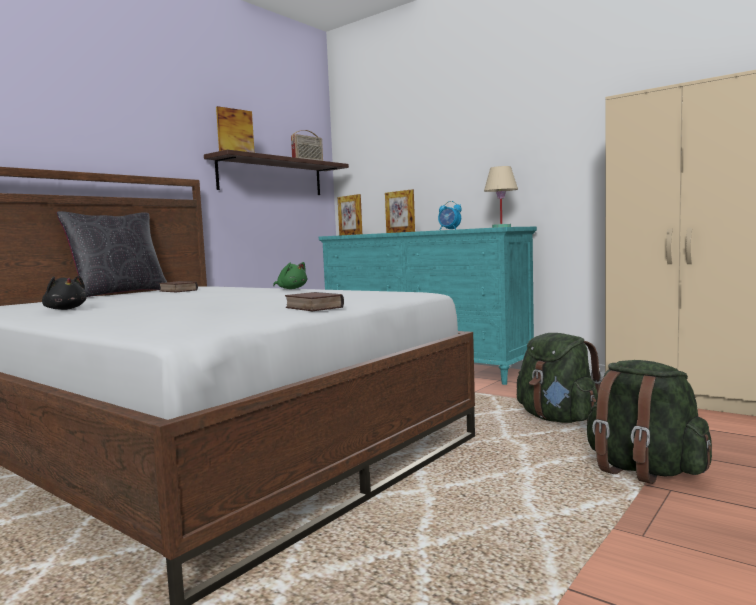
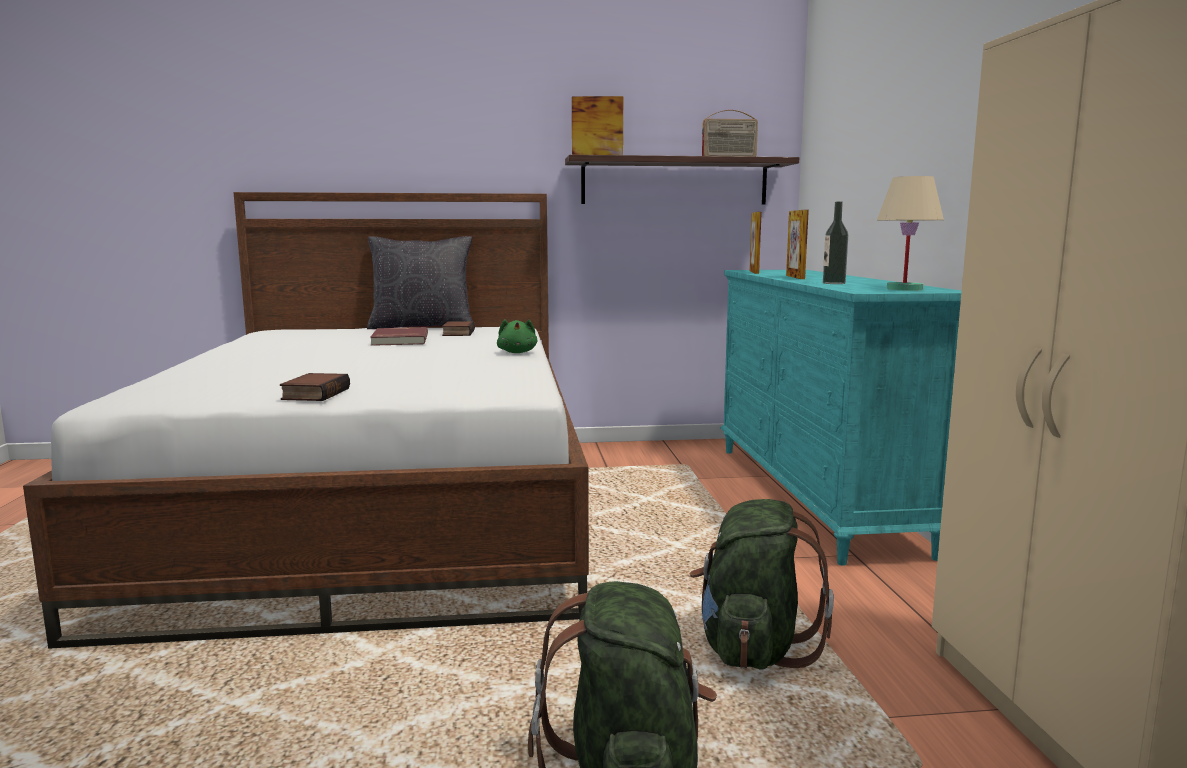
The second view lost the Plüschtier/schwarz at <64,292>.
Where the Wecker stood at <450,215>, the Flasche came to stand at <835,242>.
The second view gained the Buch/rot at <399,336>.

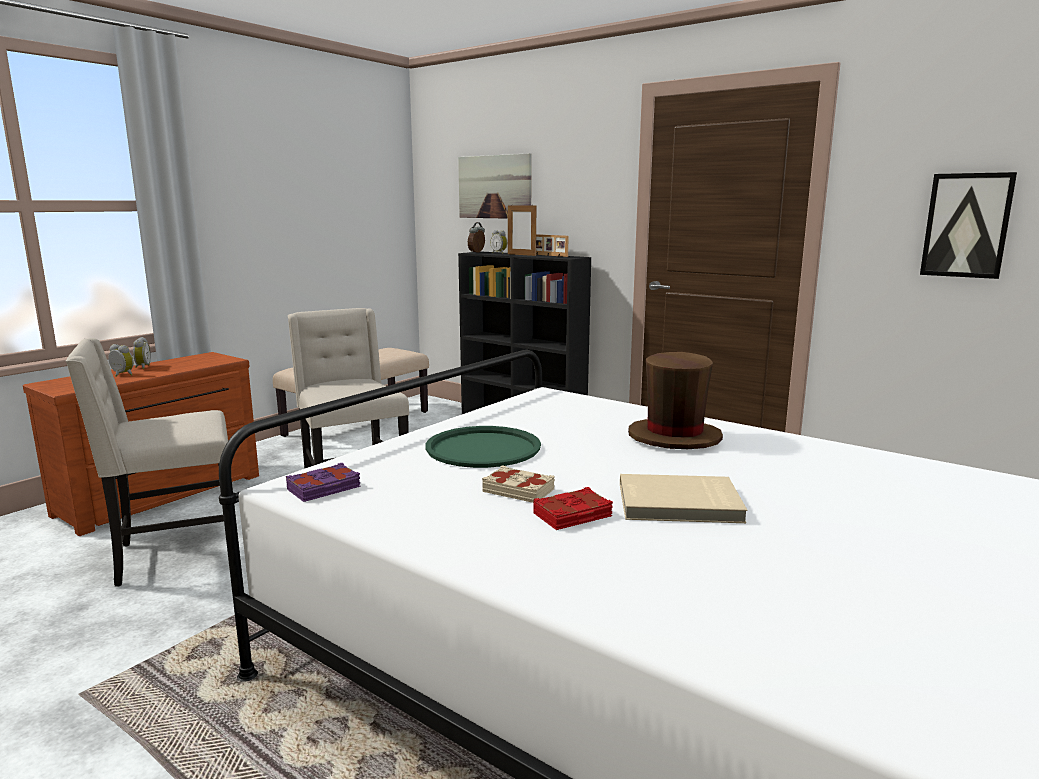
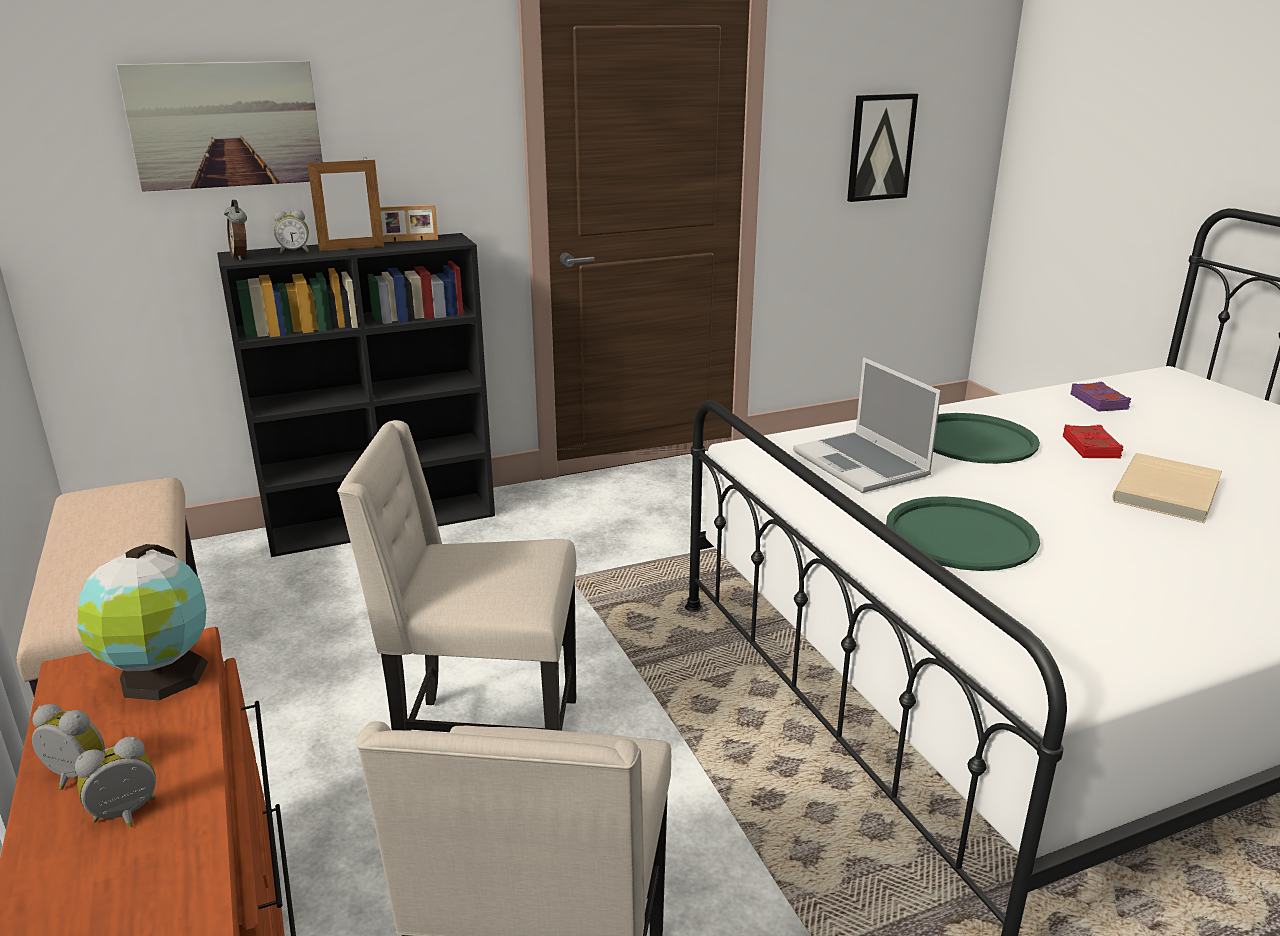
The Buch/lila ended up elsewhere, having gone from <323,482> to <1101,397>.
The second view lost the Buch/beige at <518,484>.
The Buch/rot ended up elsewhere, having gone from <573,508> to <1093,441>.
Where the Hut/braun stood at <675,400>, the Tablett/grün came to stand at <986,438>.
The second view gained the Globus at <142,622>.
The second view gained the Laptop at <867,425>.

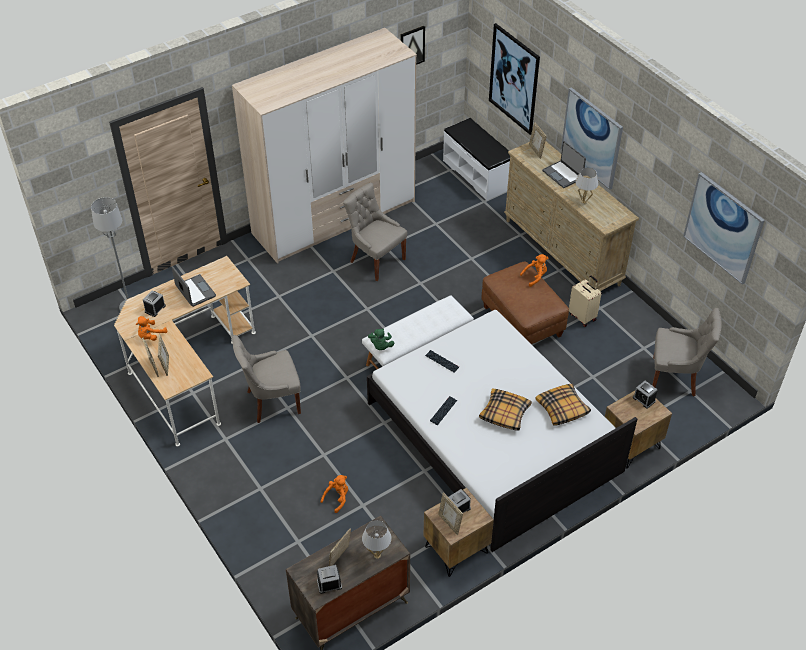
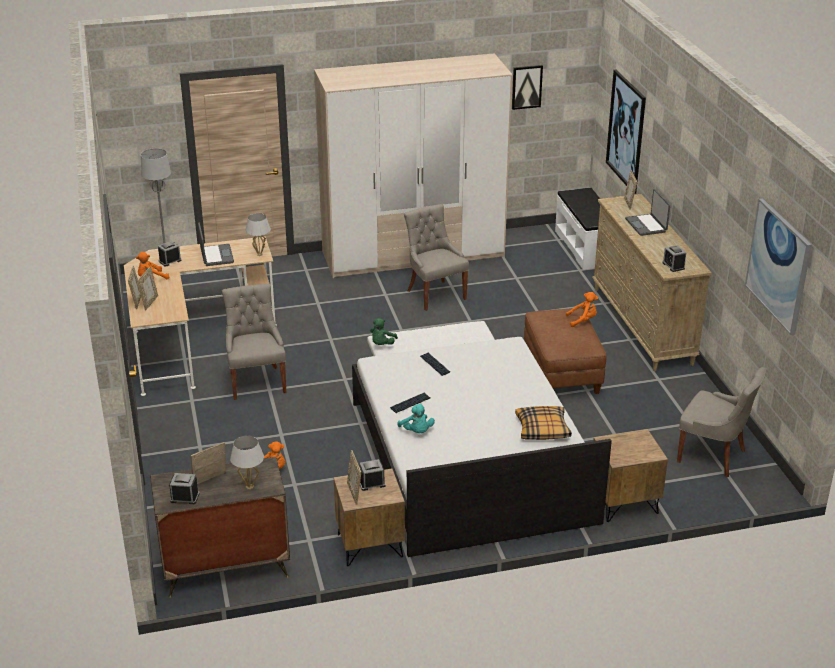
The Stuhl/grau at <266,379> ended up facing another way, 75 degrees clockwise from before.
The second view lost the Kissen at <505,410>.
The second view lost the Bild at <592,138>.
The second view lost the Koffer/beige at <585,301>.
The Tischlampe/weiß ended up elsewhere, having gone from <587,186> to <258,234>.
The Wecker ended up elsewhere, having gone from <645,394> to <674,258>.
The second view gained the Plüschtier/türkis at <416,418>.

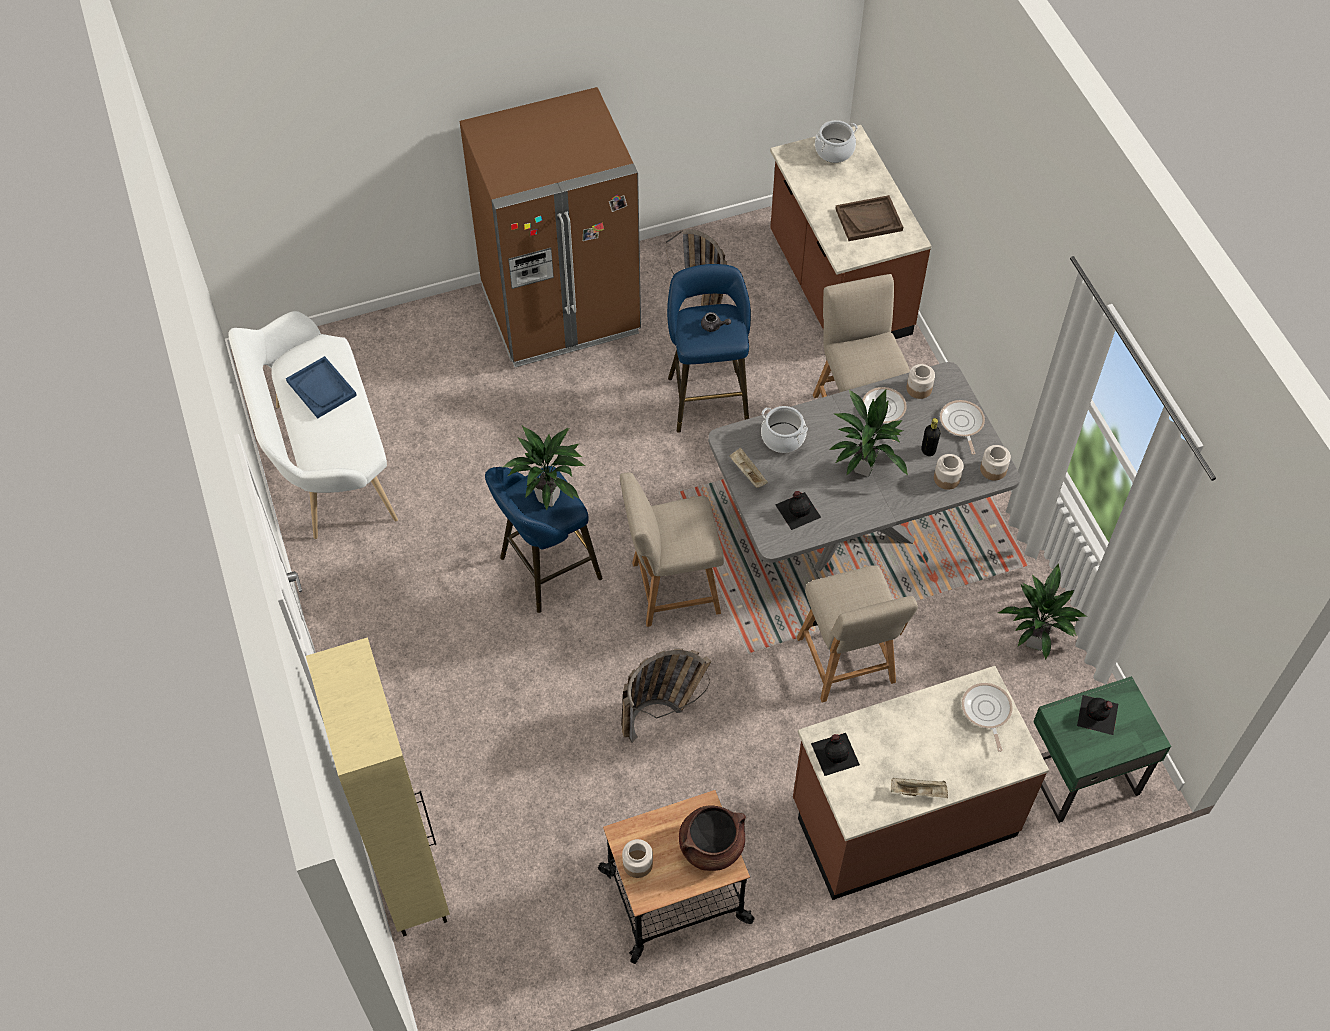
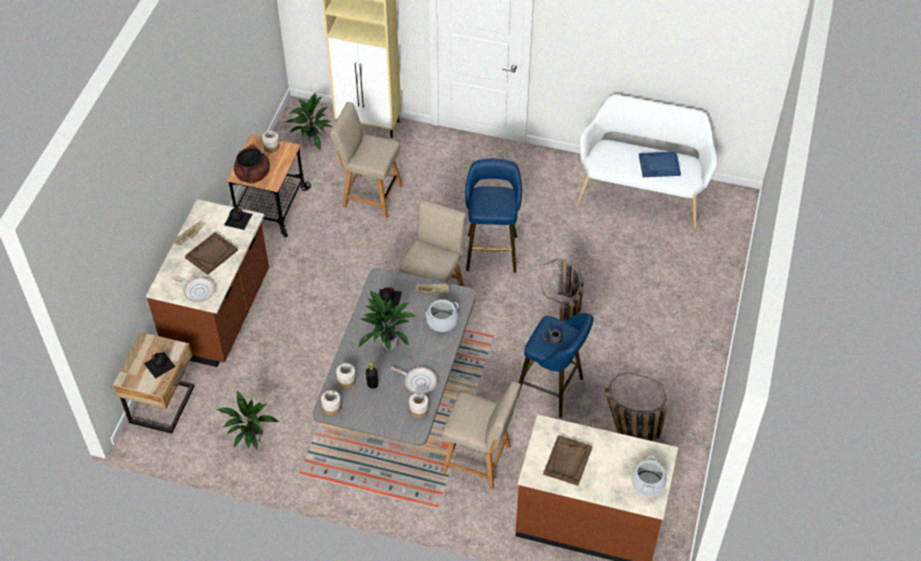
The second view lost the Kühlschrank/braun at <550,227>.
The Topfpflanze ended up elsewhere, having gone from <544,468> to <309,121>.
The Korb ended up elsewhere, having gone from <666,695> to <562,290>.
The Stuhl/beige ended up elsewhere, having gone from <857,634> to <366,160>.
The second view lost the Pfanne at <962,427>.
What was the Nachttisch/grün at <1102,749> turned into the Nachttisch/beige at <153,383>.
The second view gained the Tablett/braun at <211,253>.

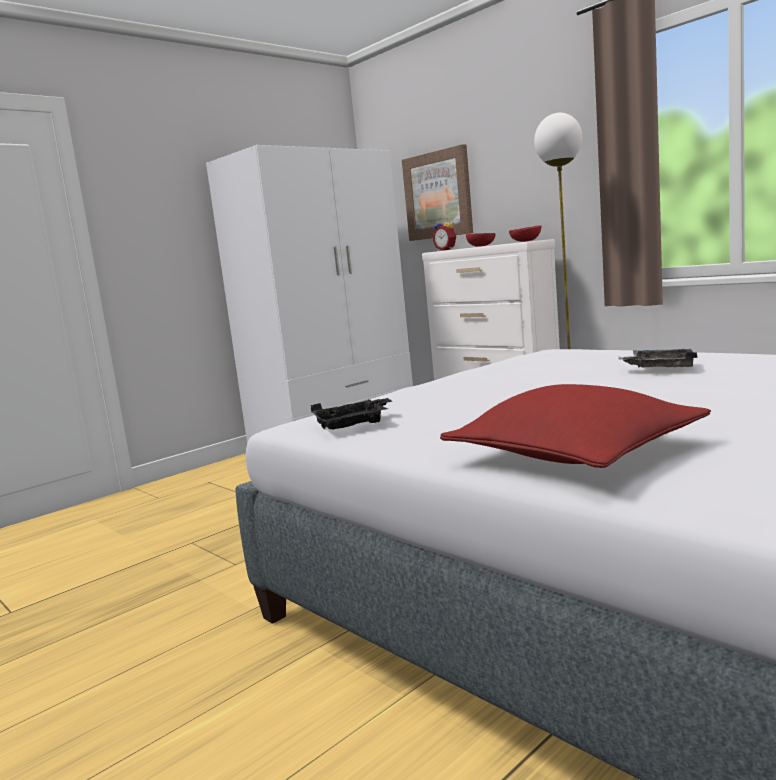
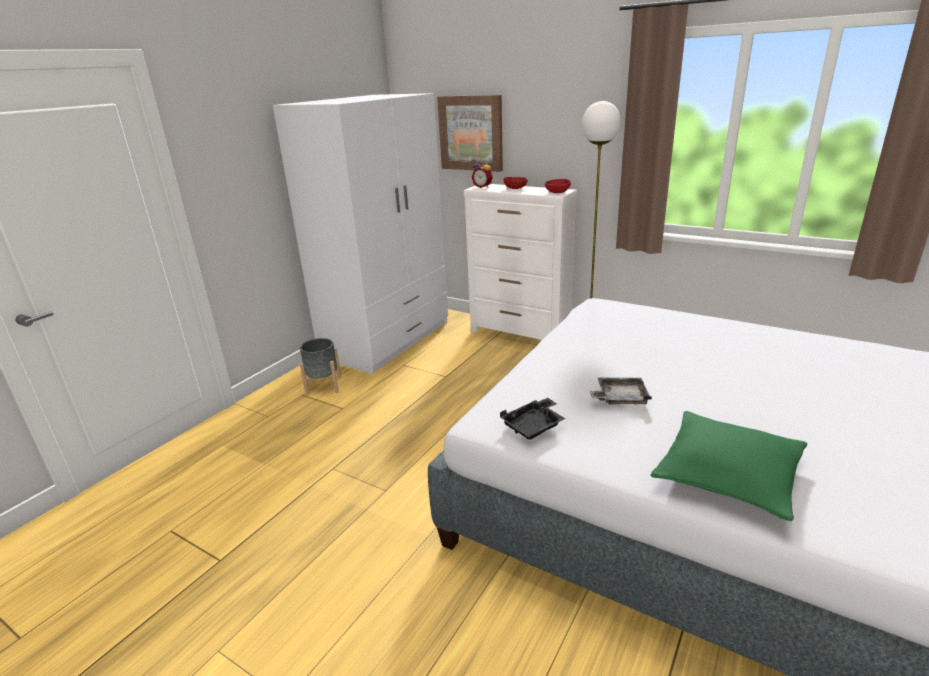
What was the Kissen/rot at <575,426> turned into the Kissen/grün at <728,466>.
The Tablett/grau ended up elsewhere, having gone from <657,358> to <621,391>.
The second view gained the Pflanzkübel/grau at <320,367>.

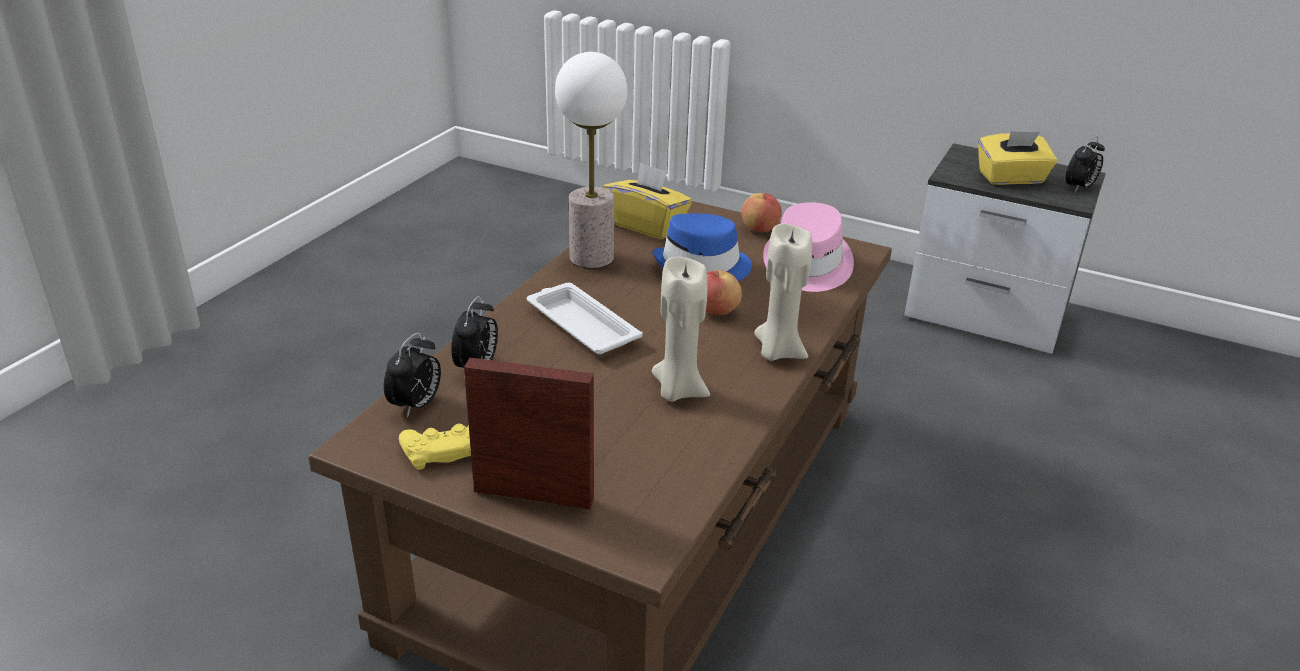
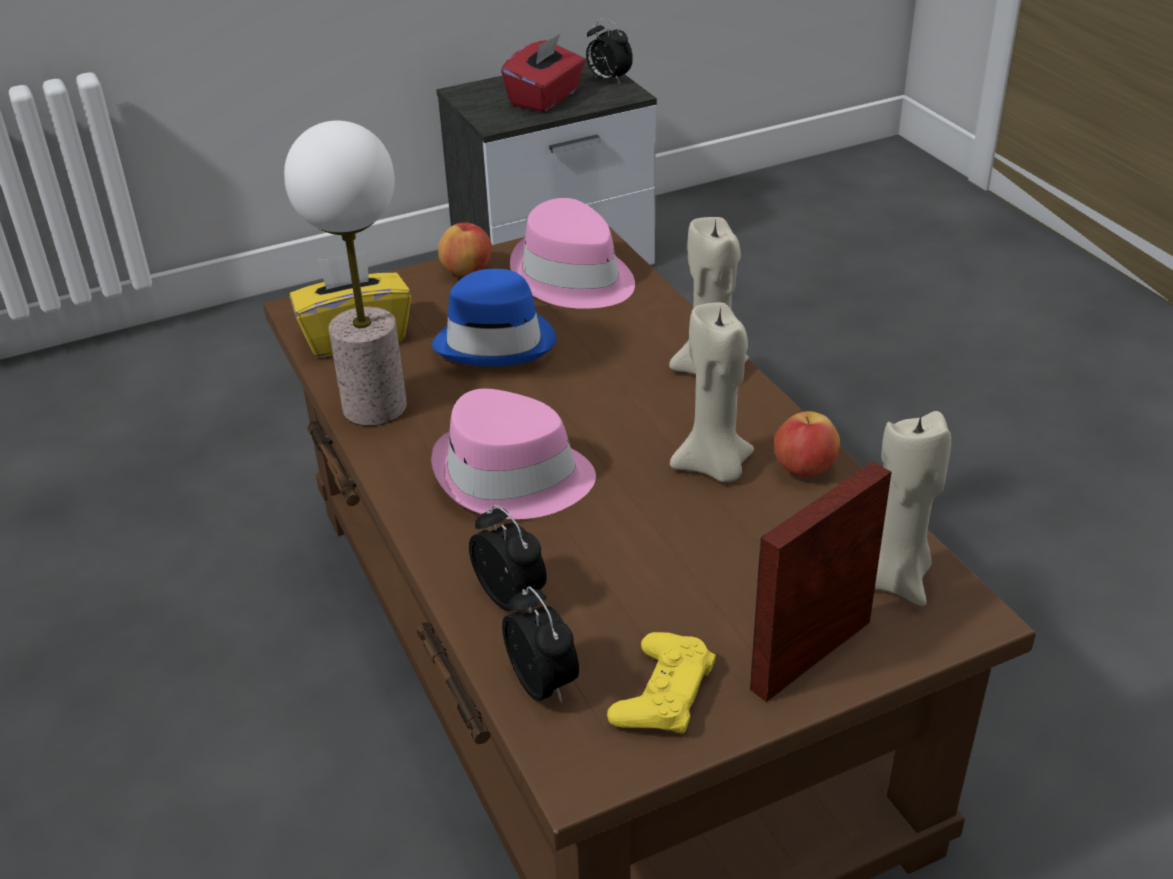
Where the Tablett/weiß stood at <585,318>, the Hut/rosa came to stand at <513,454>.
The Apfel ended up elsewhere, having gone from <724,292> to <807,444>.
What was the Taschentuchbox/gelb at <1017,158> turned into the Taschentuchbox/rot at <543,73>.
The Wecker at <1085,164> ended up facing another way, 135 degrees clockwise from before.
The second view gained the Kerze/beige at <913,508>.

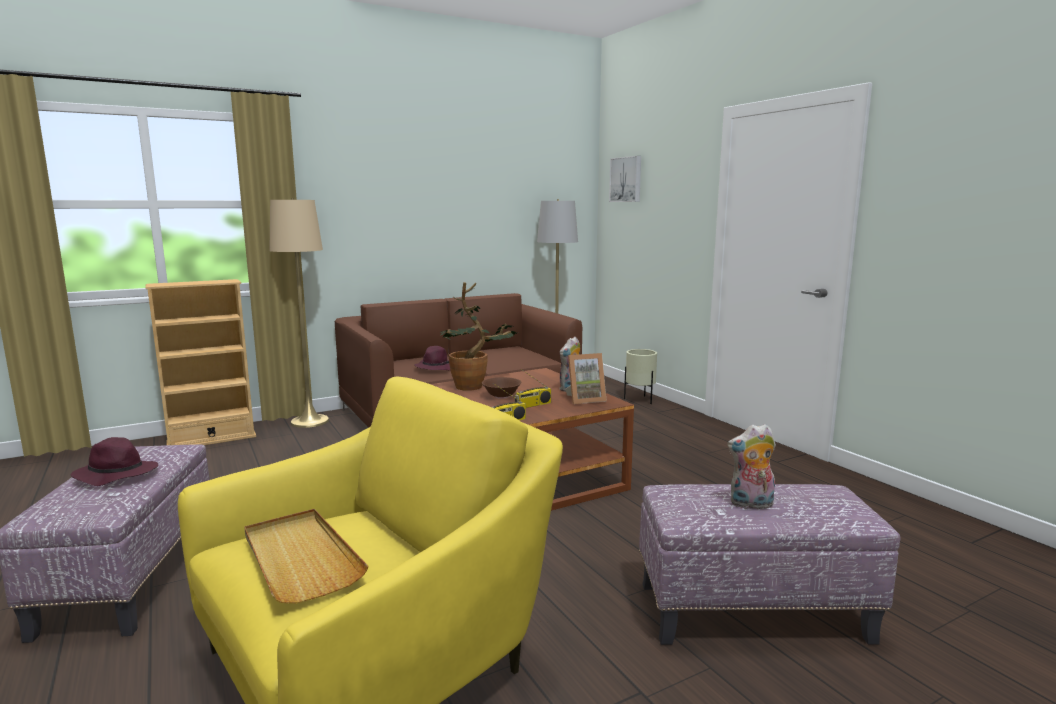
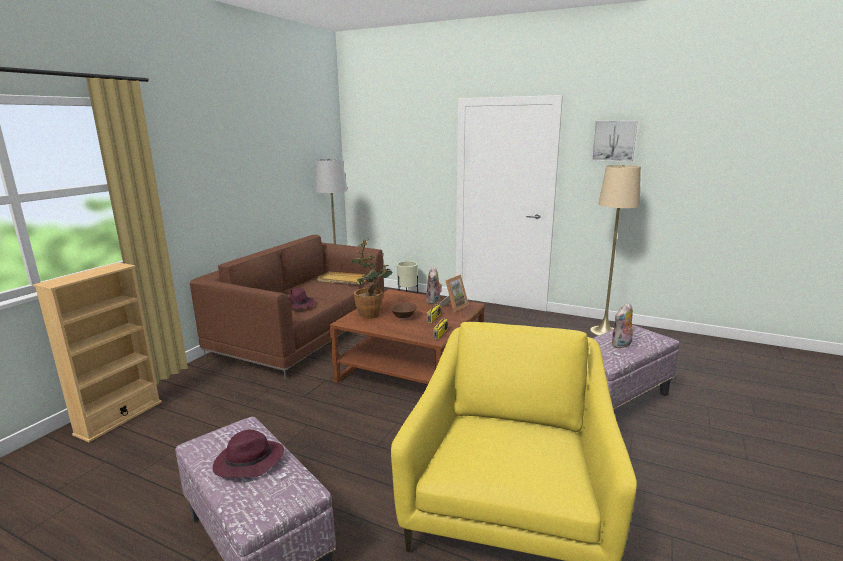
The Tablett/beige ended up elsewhere, having gone from <306,556> to <341,278>.
The Stehlampe/beige ended up elsewhere, having gone from <299,313> to <615,250>.
The Bild ended up elsewhere, having gone from <625,179> to <615,141>.

